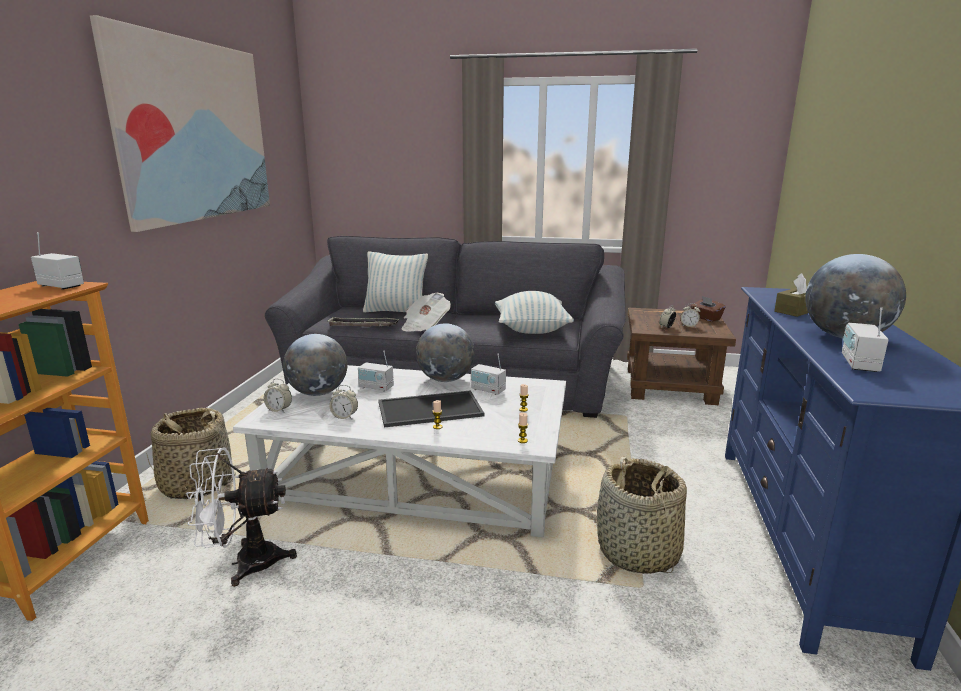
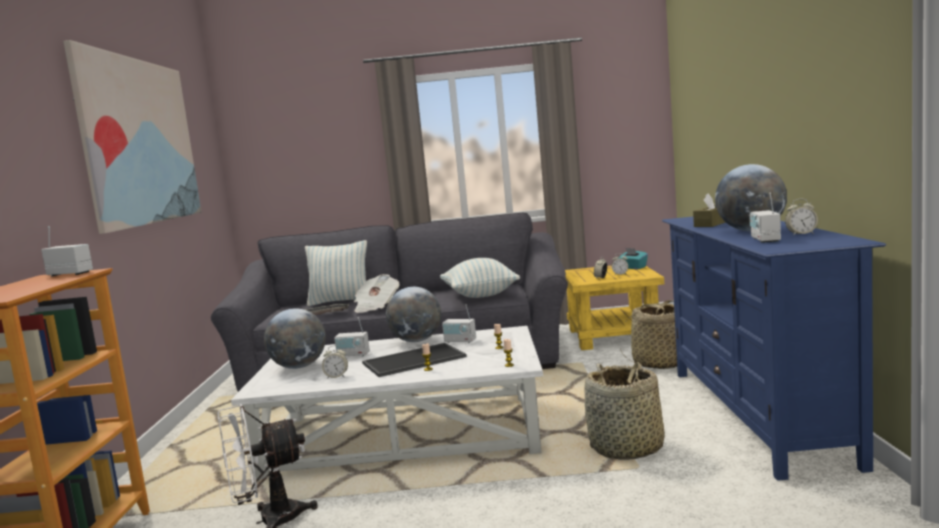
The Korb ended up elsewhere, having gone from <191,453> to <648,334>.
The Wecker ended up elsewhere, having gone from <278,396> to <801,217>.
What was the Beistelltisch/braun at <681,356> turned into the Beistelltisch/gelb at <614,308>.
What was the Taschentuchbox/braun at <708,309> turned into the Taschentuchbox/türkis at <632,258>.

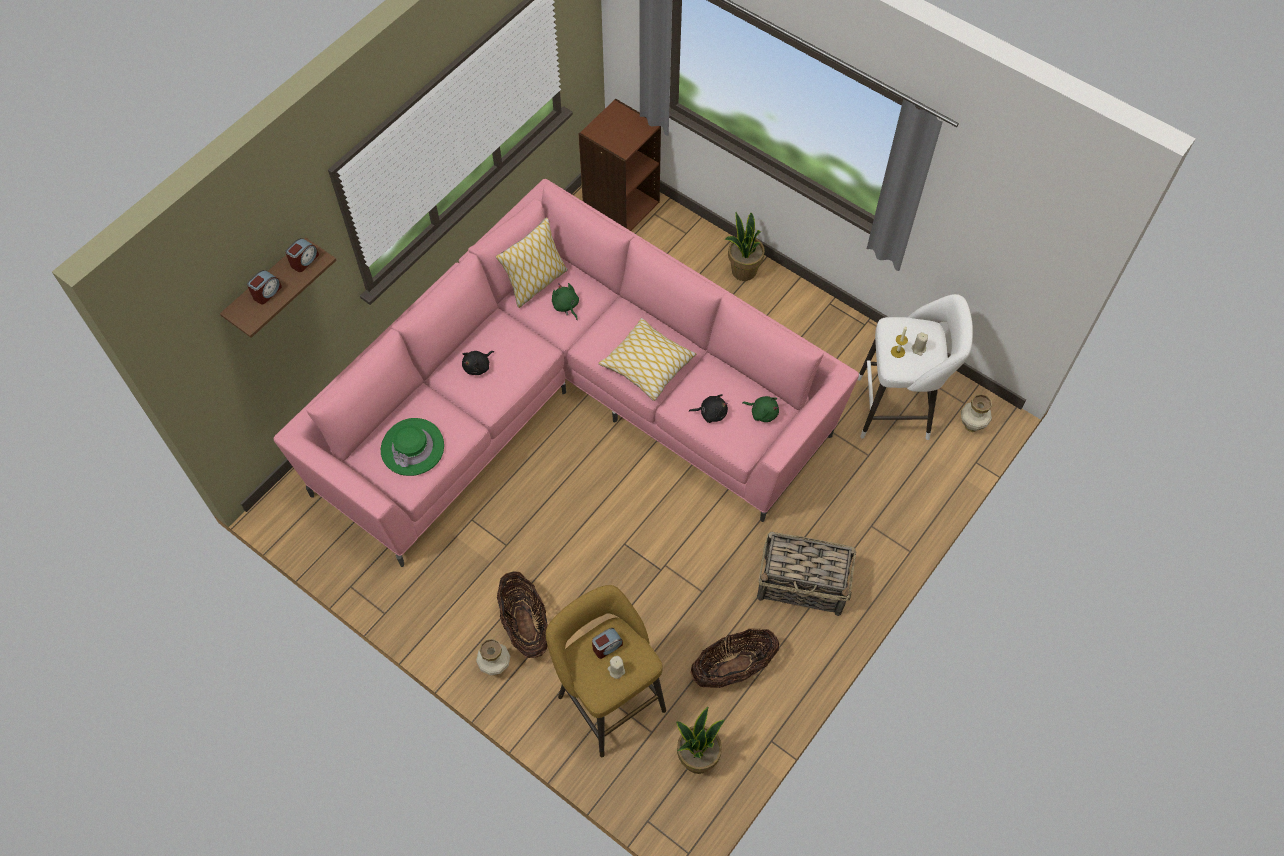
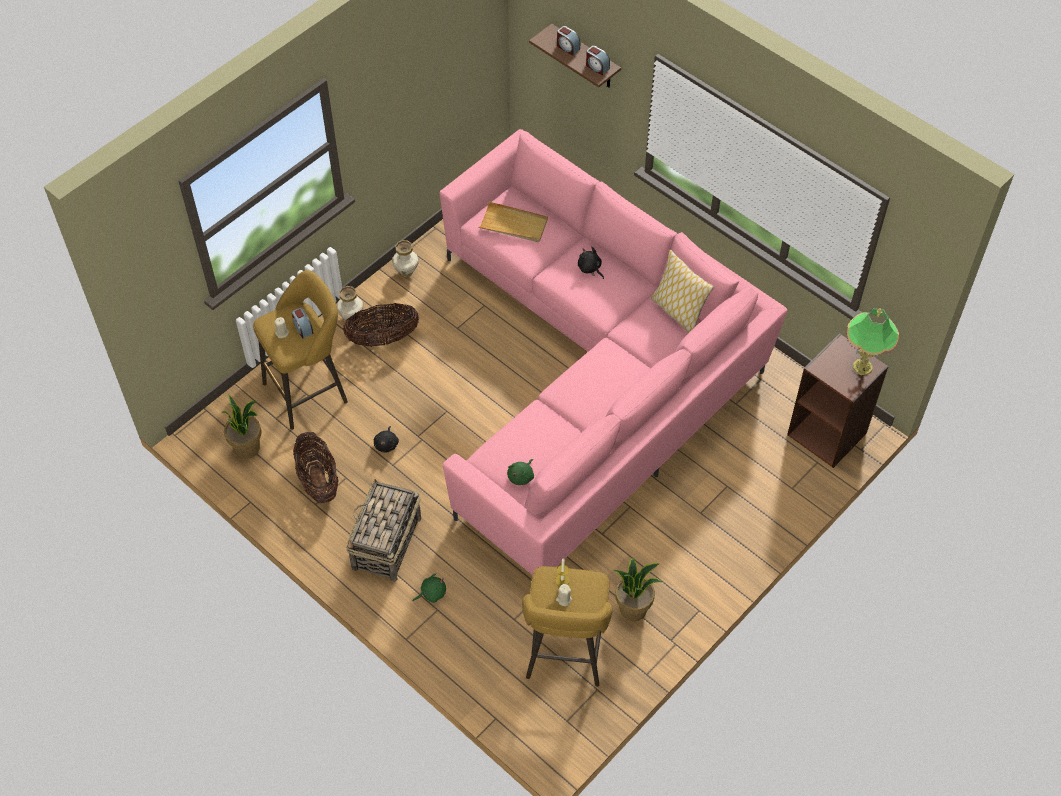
Where the Hut/grün stood at <412,447>, the Tablett/beige came to stand at <513,221>.
The Plüschtier/grün ended up elsewhere, having gone from <565,301> to <429,588>.
The second view lost the Kissen at <647,359>.
The Plüschtier/schwarz ended up elsewhere, having gone from <708,408> to <386,439>.
The Topfpflanze ended up elsewhere, having gone from <744,246> to <638,589>.
What was the Hocker/weiß at <915,367> turned into the Hocker/gelb at <567,626>.
The Vase ended up elsewhere, having gone from <976,413> to <405,258>.
The second view gained the Tischlampe at <872,341>.

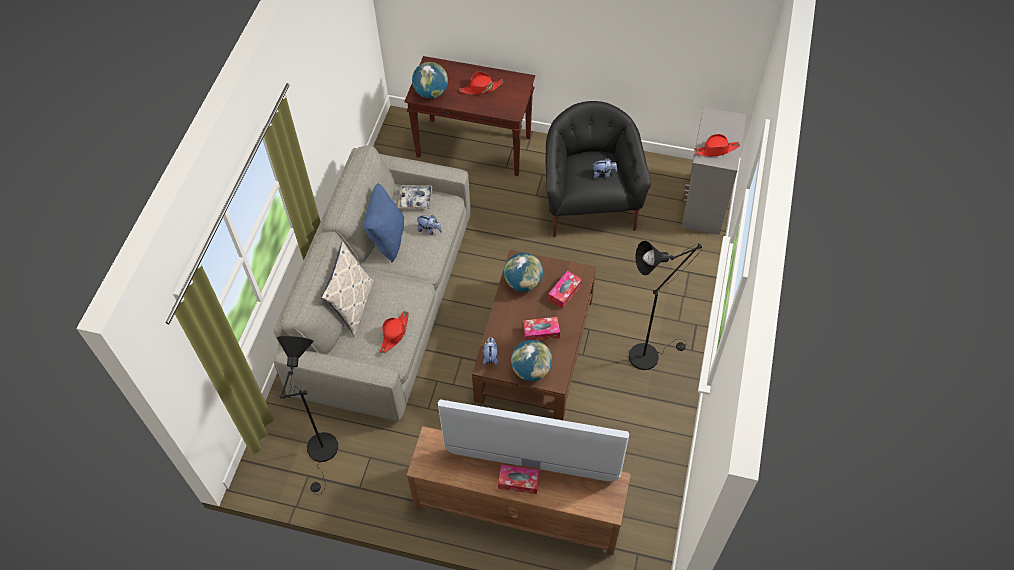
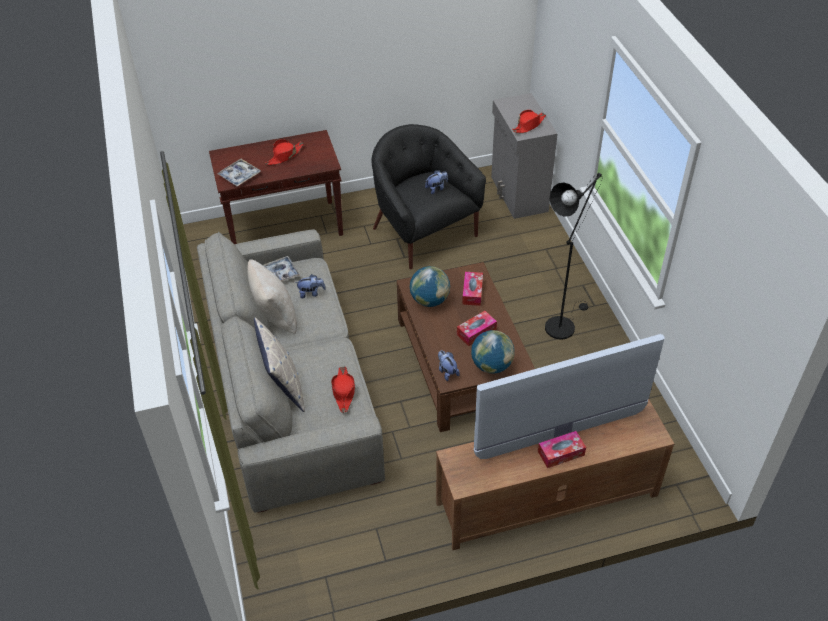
The second view lost the Stehlampe/schwarz at <307,415>.
What was the Kissen/blau at <384,223> turned into the Kissen/beige at <272,297>.
Where the Globus stood at <430,80>, the Tablett came to stand at <239,173>.

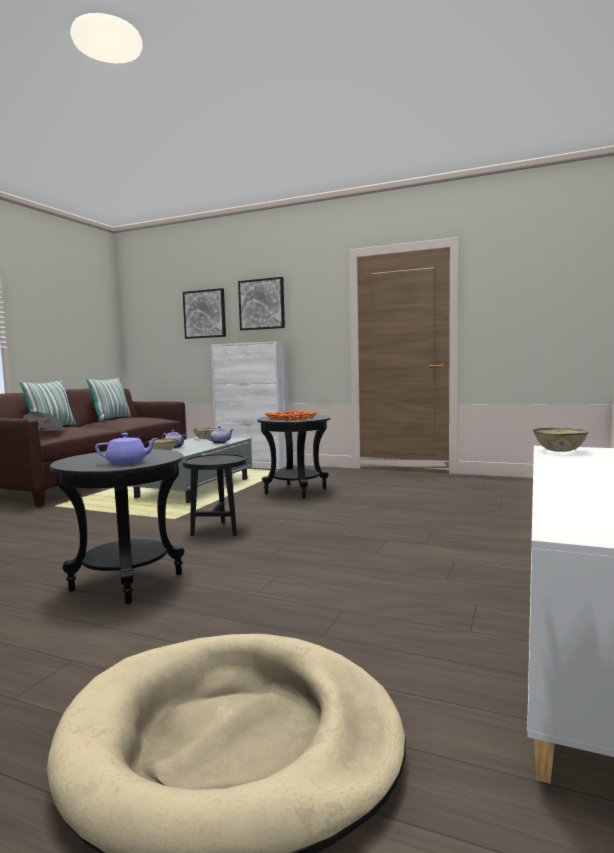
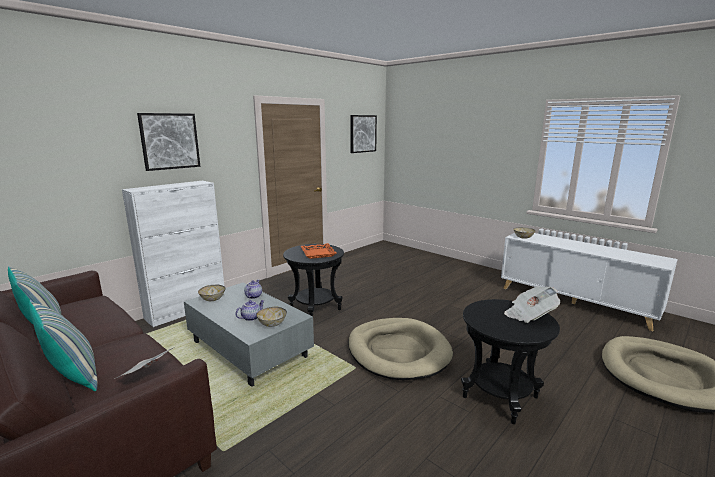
Where the Teekanne/lila stood at <126,449>, the Zeitung came to stand at <532,304>.
The Bild ended up elsewhere, having gone from <204,313> to <363,134>.
Where the Beistelltisch/schwarz stood at <215,495>, the Hundebett/beige came to stand at <401,349>.

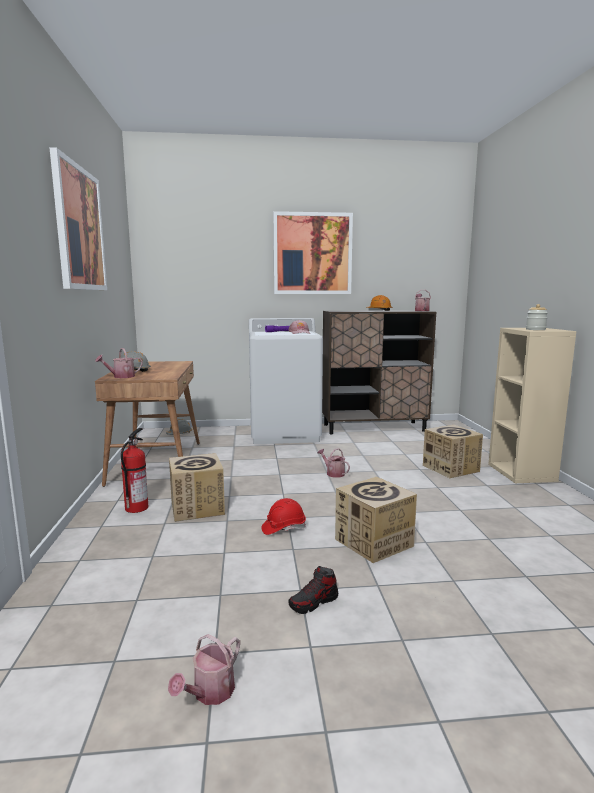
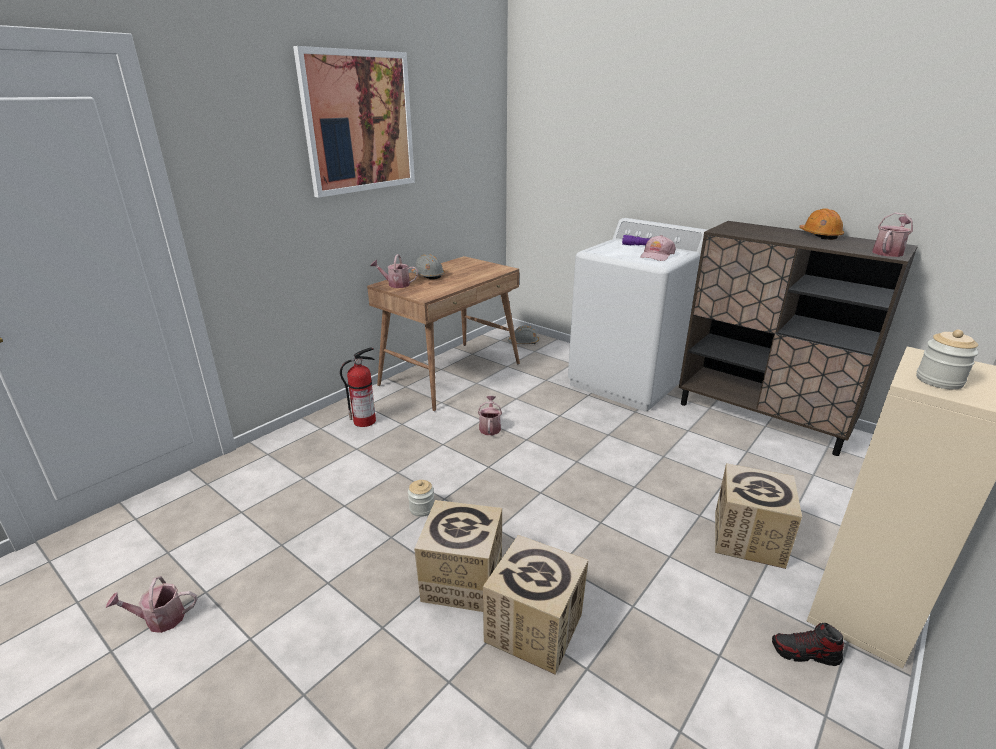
The Karton ended up elsewhere, having gone from <197,487> to <535,605>.
Where the Schutzhelm/rot stood at <283,516>, the Vorratsglas came to stand at <421,498>.
The second view lost the Bild at <313,252>.
The Schuh ended up elsewhere, having gone from <313,590> to <808,644>.
The Gießkanne ended up elsewhere, having gone from <333,463> to <490,415>.

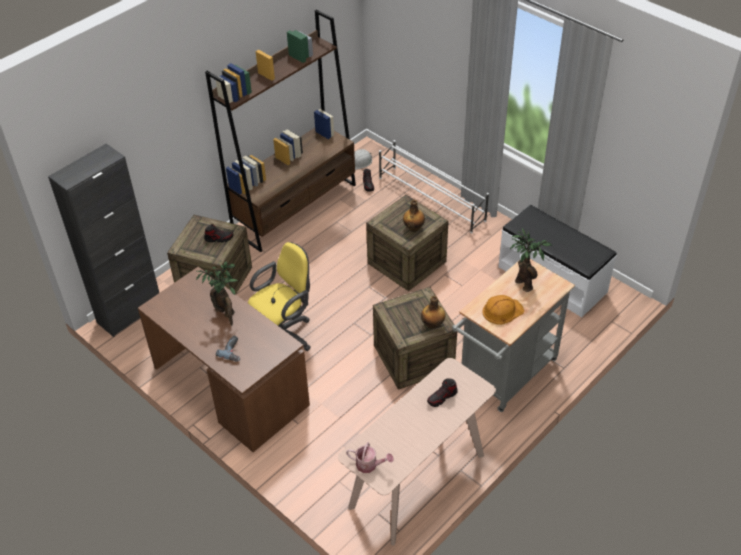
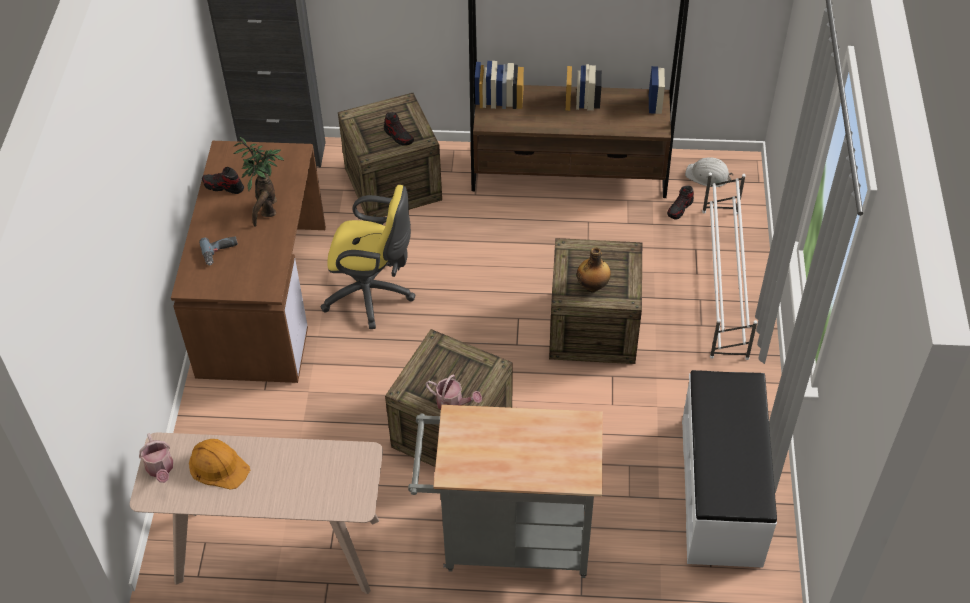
Where the Flasche stood at <433,312>, the Gießkanne came to stand at <453,392>.
The Schuh ended up elsewhere, having gone from <442,393> to <223,180>.
The Schutzhelm/orange ended up elsewhere, having gone from <503,310> to <219,464>.
The second view lost the Topfpflanze at <531,260>.

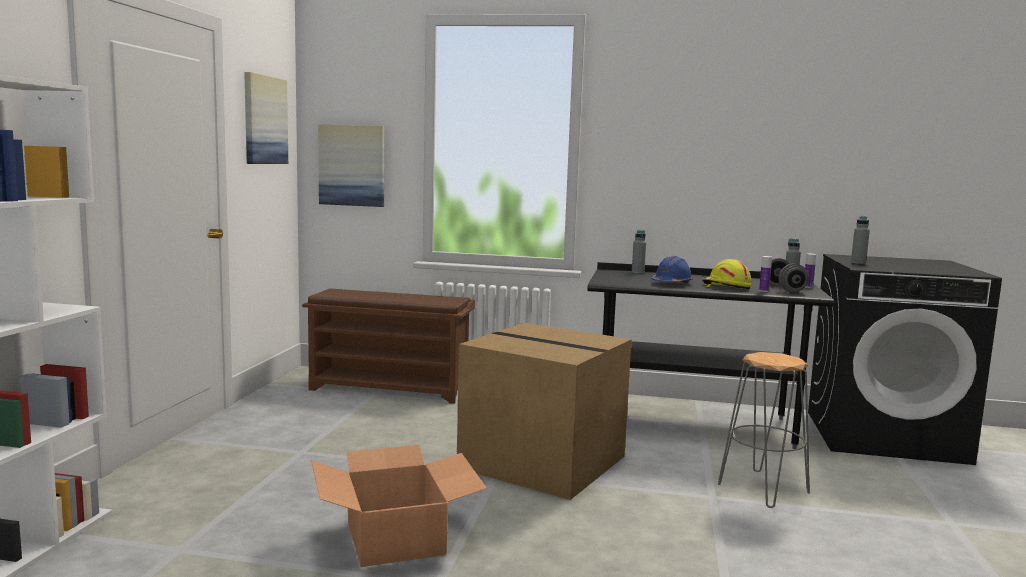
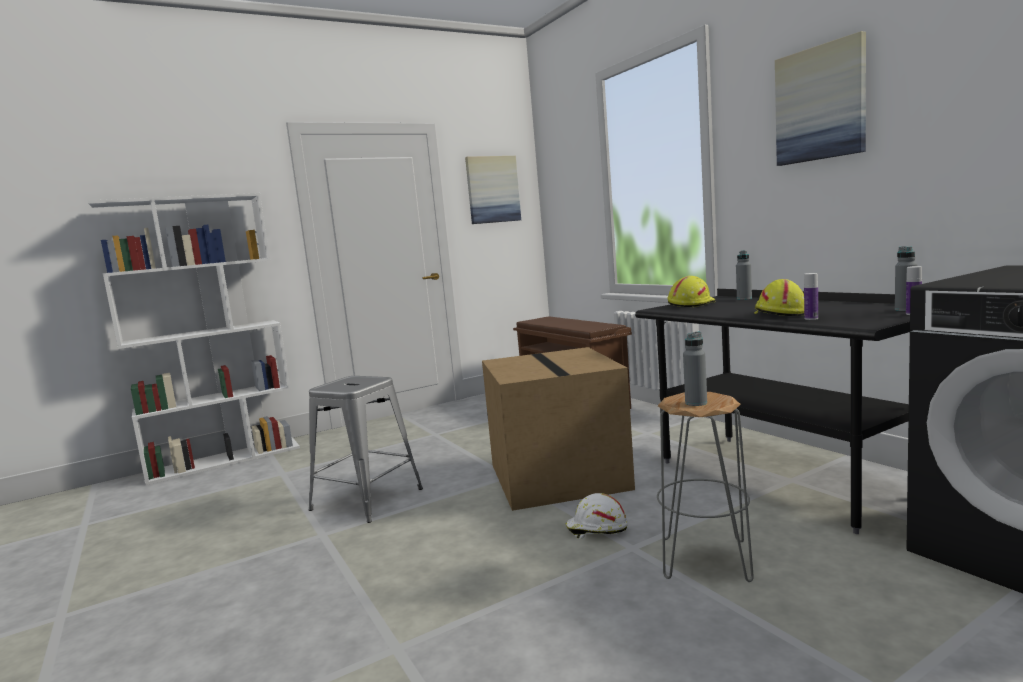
Where the Karton stood at <399,506>, the Hocker/grau came to stand at <366,449>.
The Bild ended up elsewhere, having gone from <351,165> to <820,98>.
The second view lost the Schutzhelm/blau at <672,269>.
The second view lost the Hantel/grau at <789,275>.
The Flasche/grau ended up elsewhere, having gone from <860,240> to <695,369>.
The second view gained the Schutzhelm/weiß at <597,516>.
The second view gained the Schutzhelm/gelb at <691,291>.

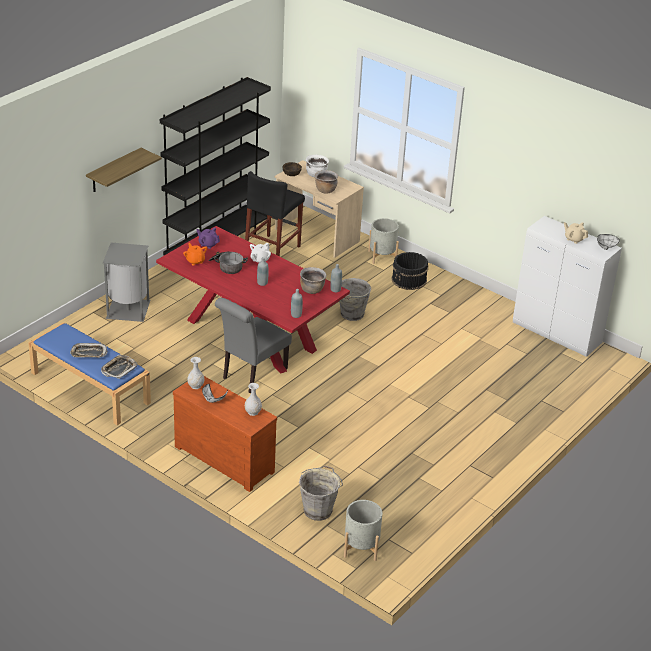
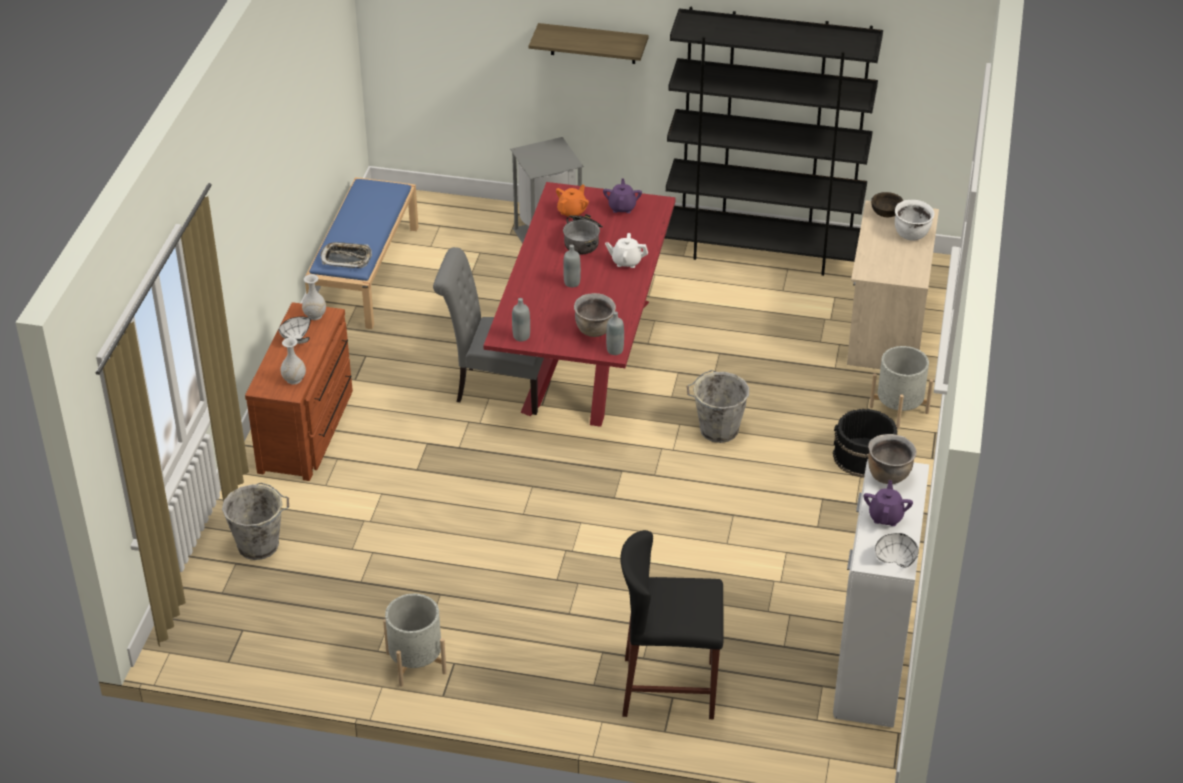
The second view lost the Tablett at <89,350>.
The Hocker/schwarz ended up elsewhere, having gone from <275,214> to <671,624>.
The Kochtopf/braun ended up elsewhere, having gone from <326,182> to <892,459>.
The Pflanzkübel/grau ended up elsewhere, having gone from <363,530> to <415,640>.
What was the Teekanne/beige at <576,233> turned into the Teekanne/lila at <888,503>.

